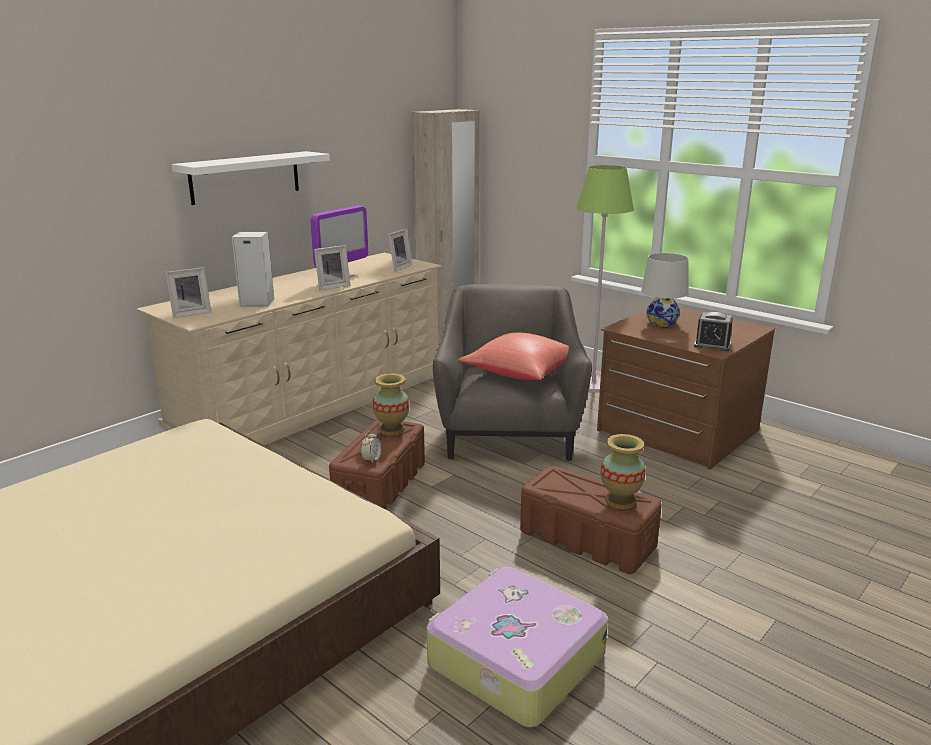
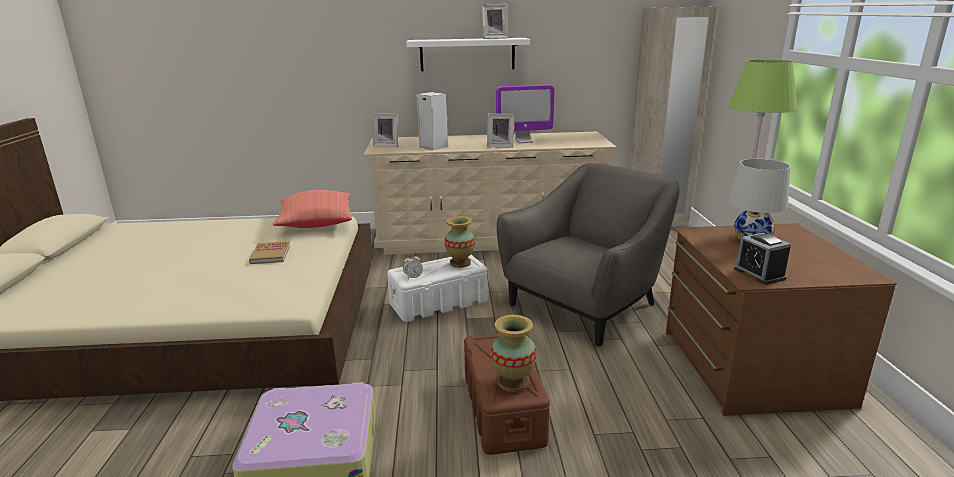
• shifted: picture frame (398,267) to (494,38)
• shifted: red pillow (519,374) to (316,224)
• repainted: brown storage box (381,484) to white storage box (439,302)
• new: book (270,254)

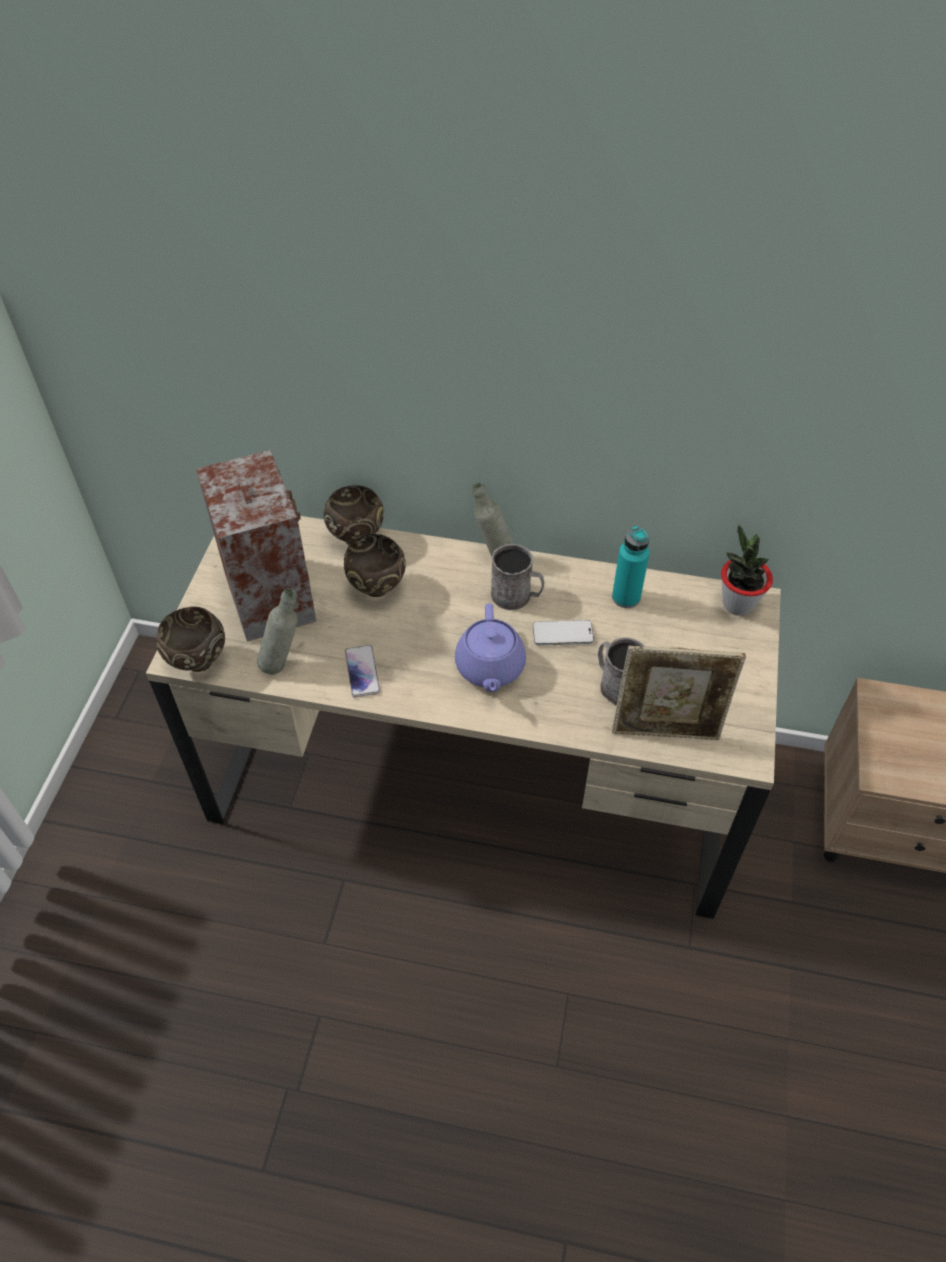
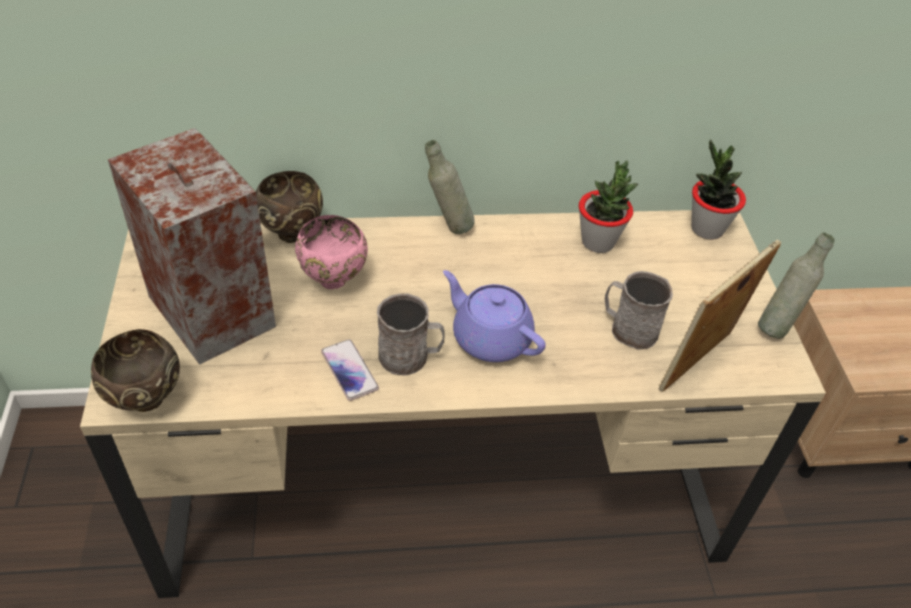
• swapped: turquoise bottle (626,597) to potted plant (598,242)
• repainted: brown bowl (377,590) to pink bowl (334,281)
• shifted: grey mug (516,596) to (410,357)
• shifted: grey bottle (284,663) to (777,326)
• rotated: purple teapot (490,668) = (490,338) 150 degrees clockwise
• gone: phone (562,634)
• rotated: picture frame (666,731) = (698,364) 150 degrees clockwise

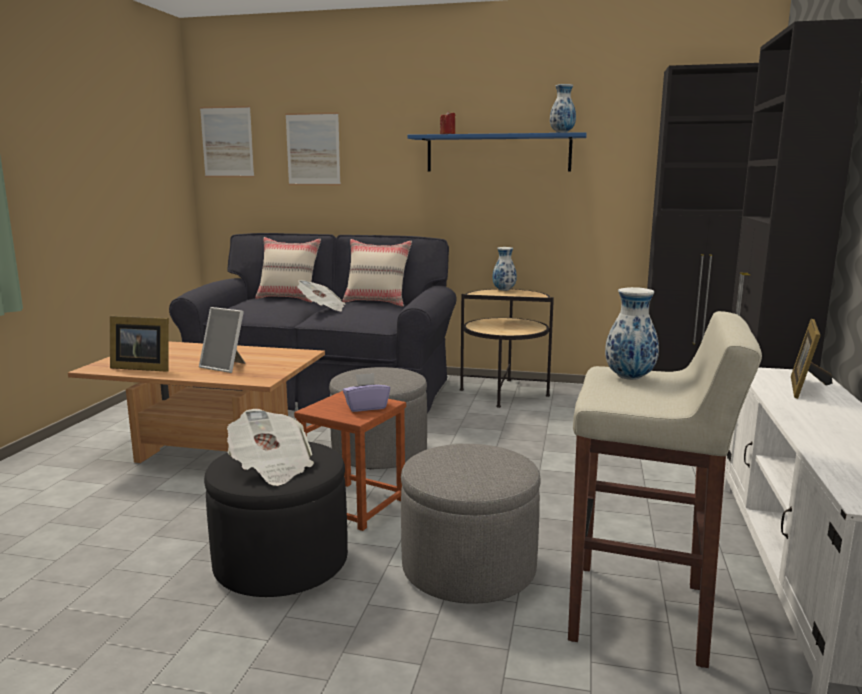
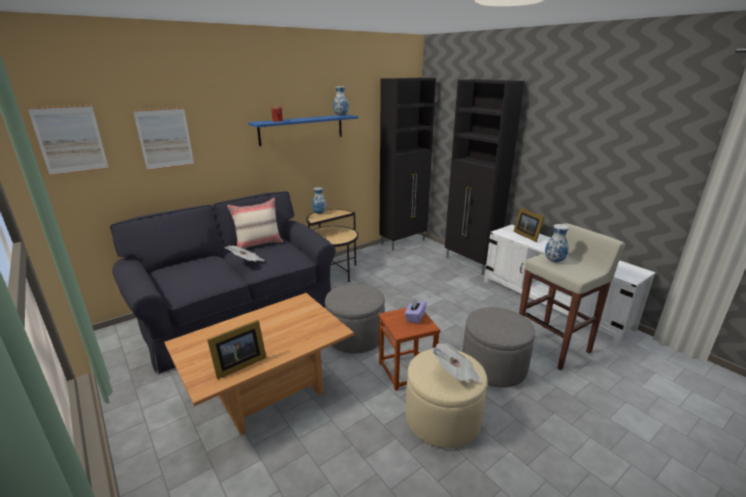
• gone: beige pillow (289,299)
• gone: picture frame (225,367)
• repainted: black ottoman (281,562) to beige ottoman (442,419)

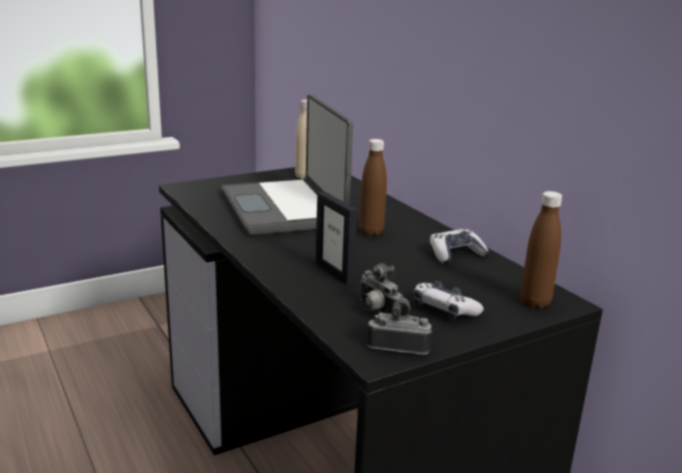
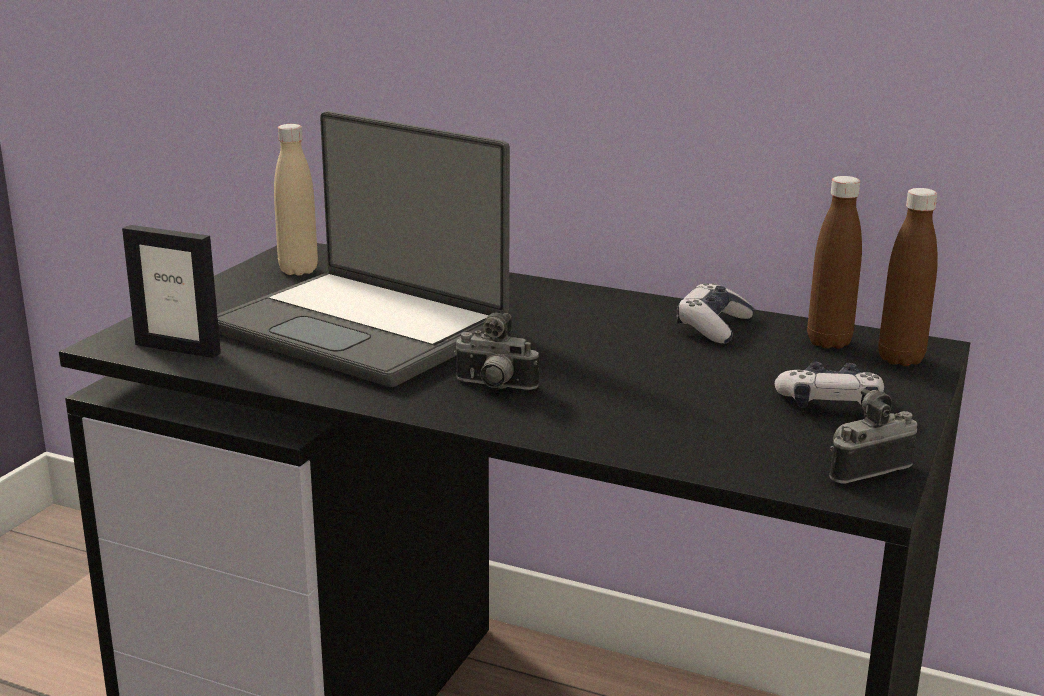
• shifted: brown bottle (371,232) to (829,342)
• shifted: picture frame (334,273) to (178,349)
• shifted: photo camera (375,310) to (494,387)

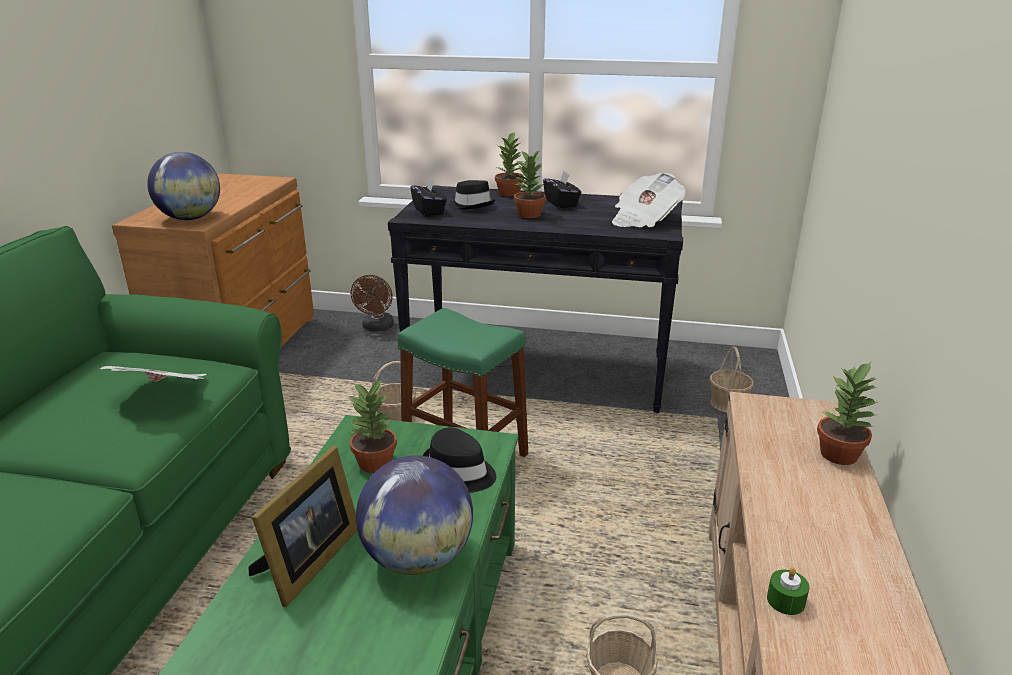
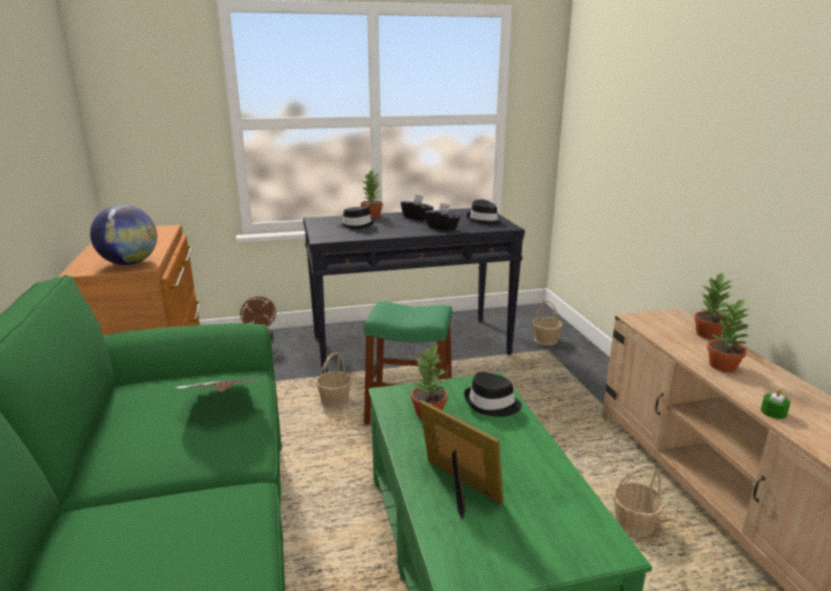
• shifted: potted plant (529,215) to (723,366)
• swapped: newspaper (644,220) to black hat (484,221)
• shifted: black tissue box (429,211) to (442,228)
• rotated: picture frame (307,563) = (458,488) 45 degrees counterclockwise
• gone: globe (418,558)

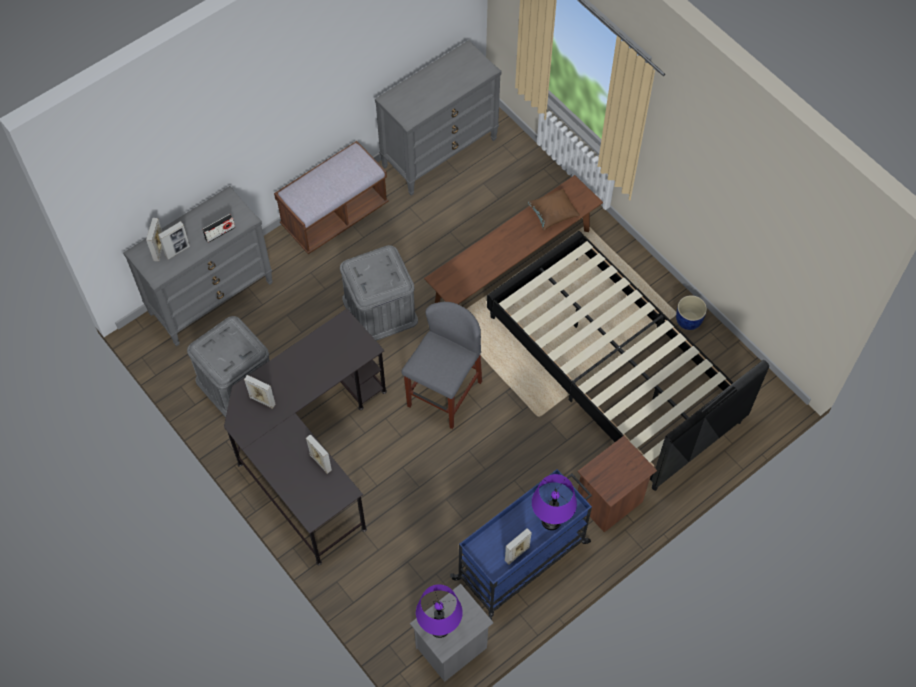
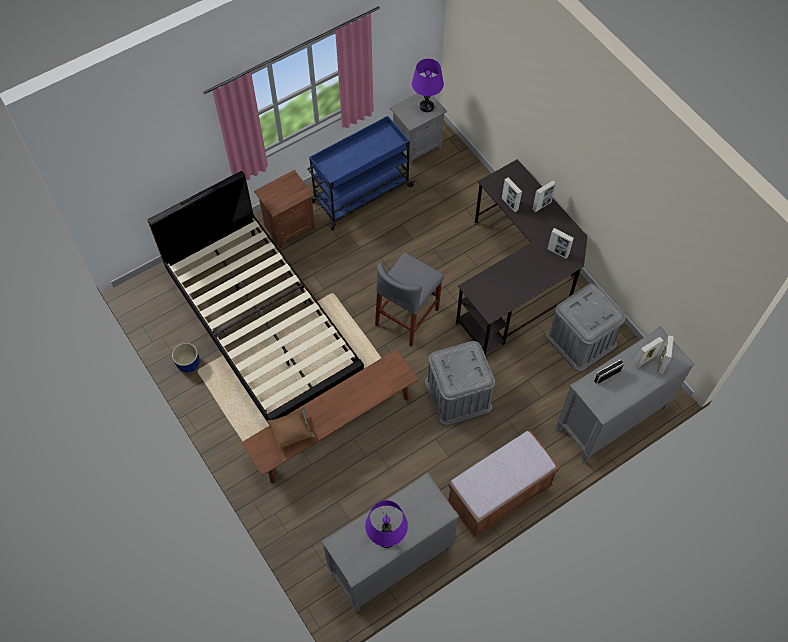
• shifted: purple table lamp (551,520) to (386,539)
• shifted: picture frame (517,554) to (541,205)

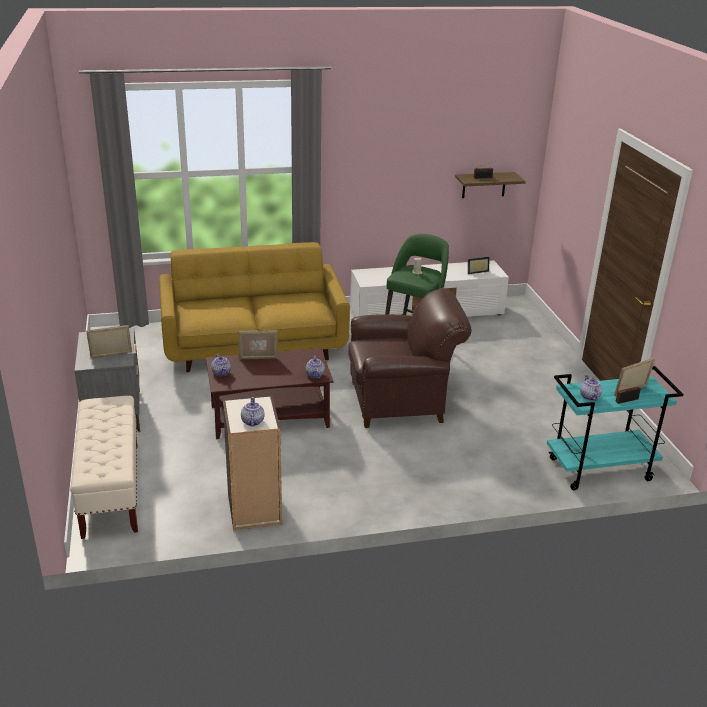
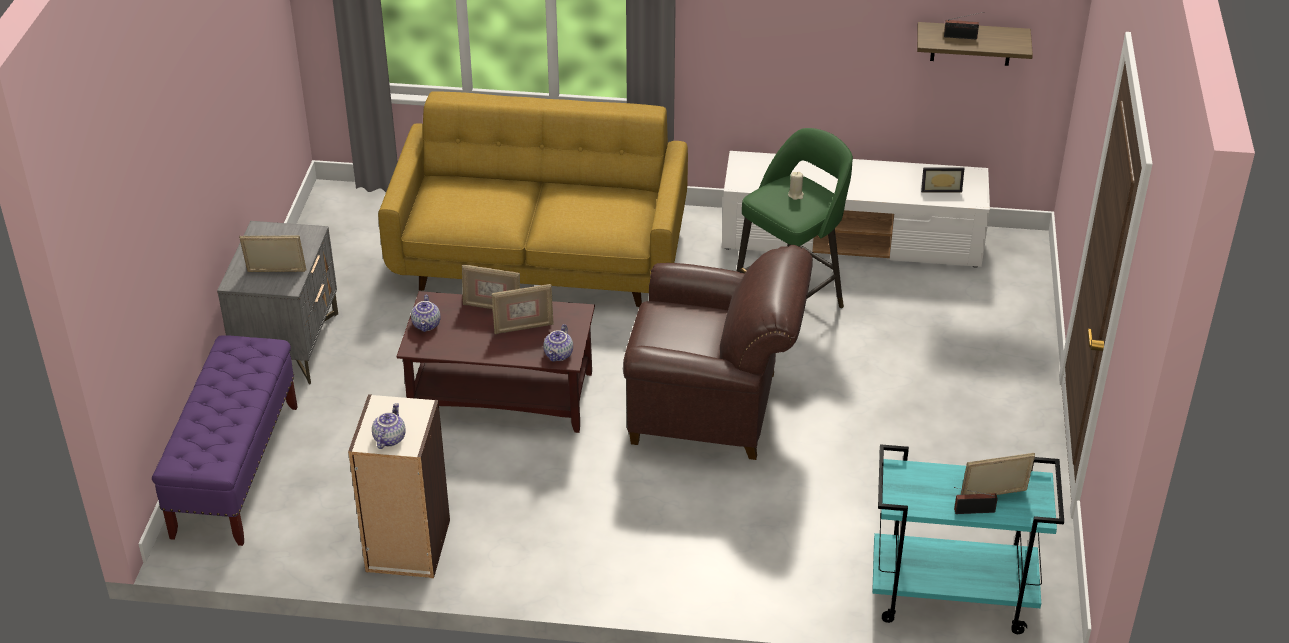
• gone: teapot (589,396)
• repainted: beige bench (111,489) to purple bench (236,470)
• new: picture frame (523,327)

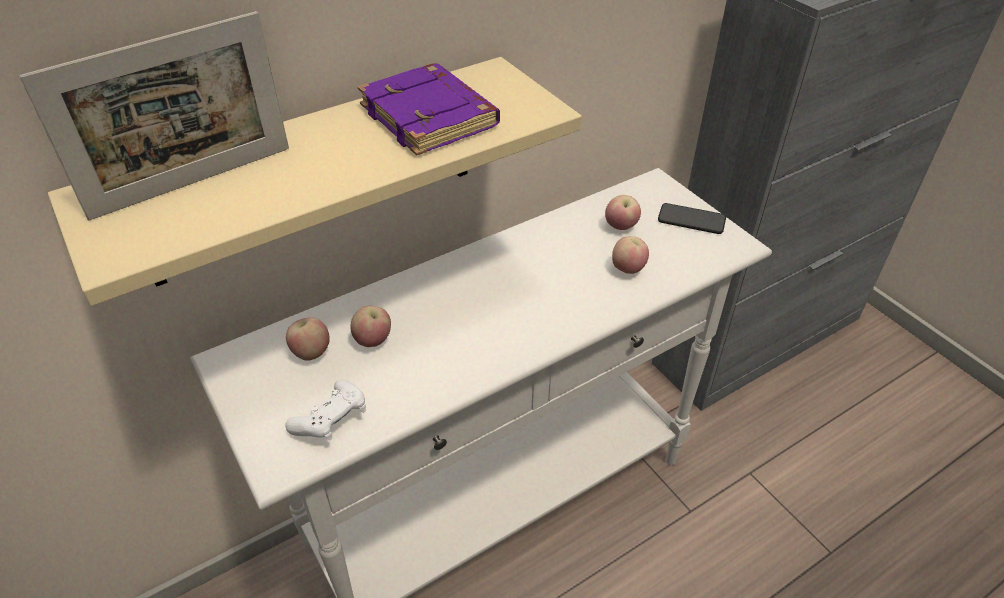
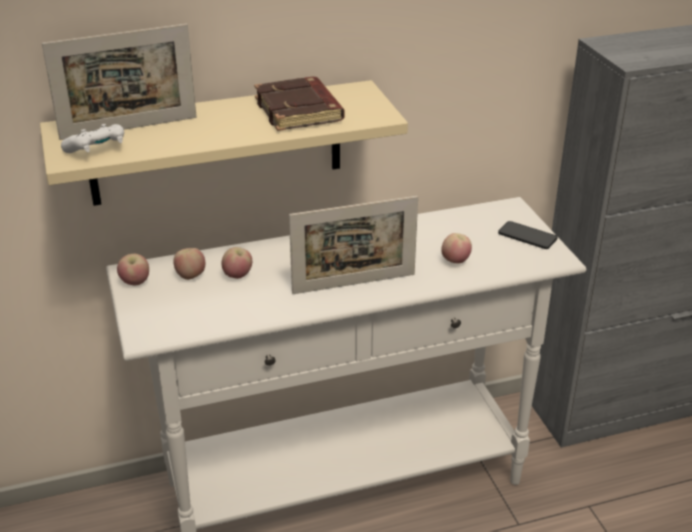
• repainted: purple book (431,117) to brown book (300,111)
• shifted: apple (620,227) to (135,283)
• shifted: white game controller (332,421) to (98,151)
• new: picture frame (354,284)

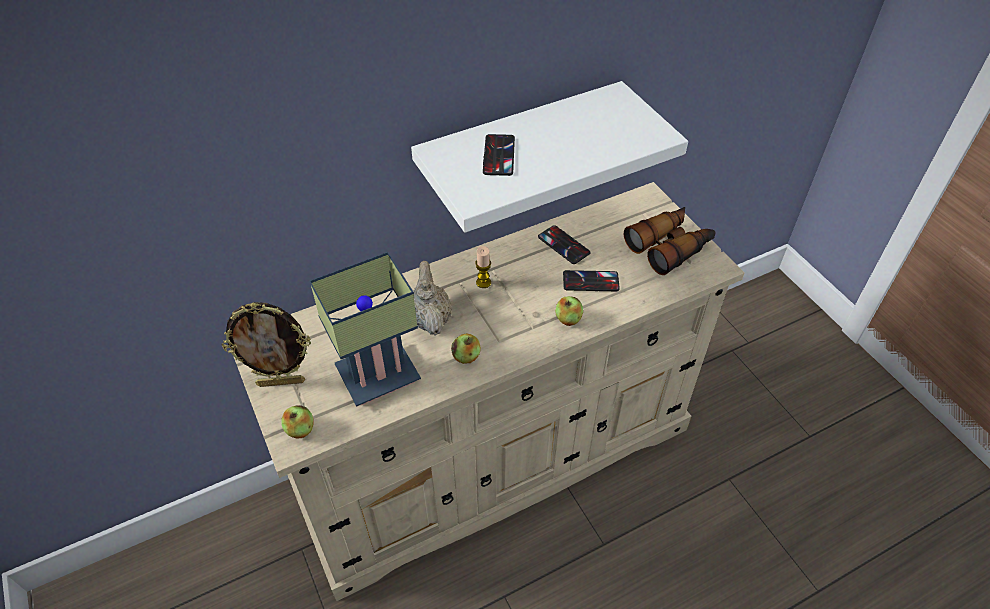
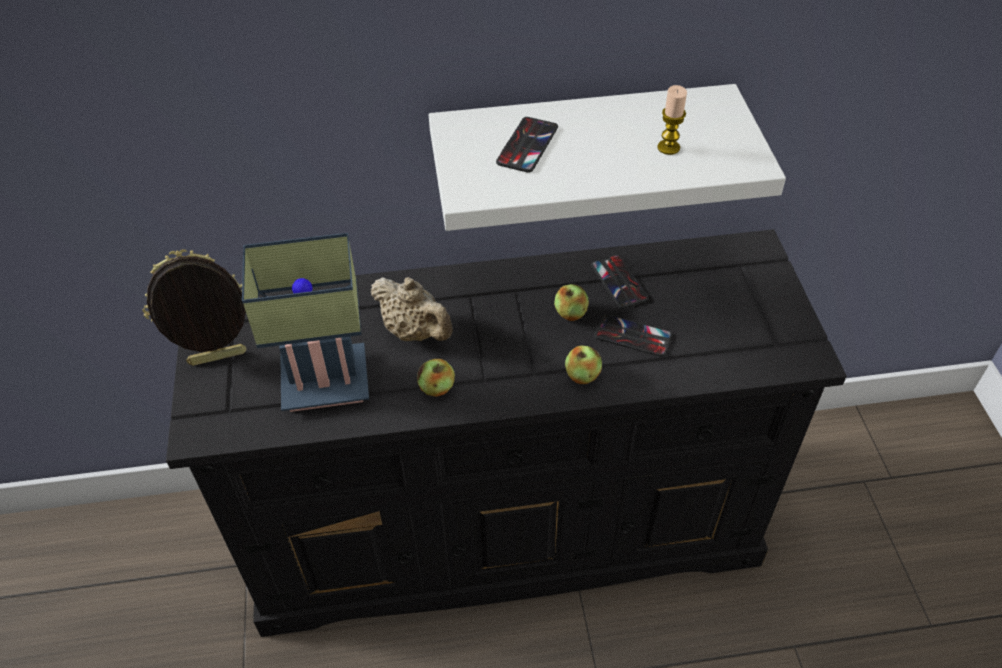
• repainted: beige dresser (496,456) to black dresser (507,526)
• gone: binoculars (670,246)
• shifted: candle (483,282) to (668,147)
• rotated: beige teapot (430,319) = (415,331) 120 degrees clockwise
• rotated: picture frame (281,382) = (217,360) 150 degrees clockwise
• shifted: apple (300,429) to (570,313)

